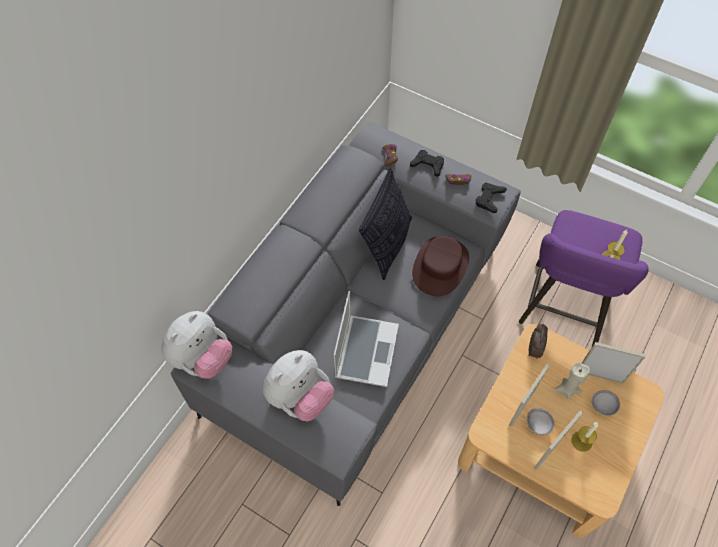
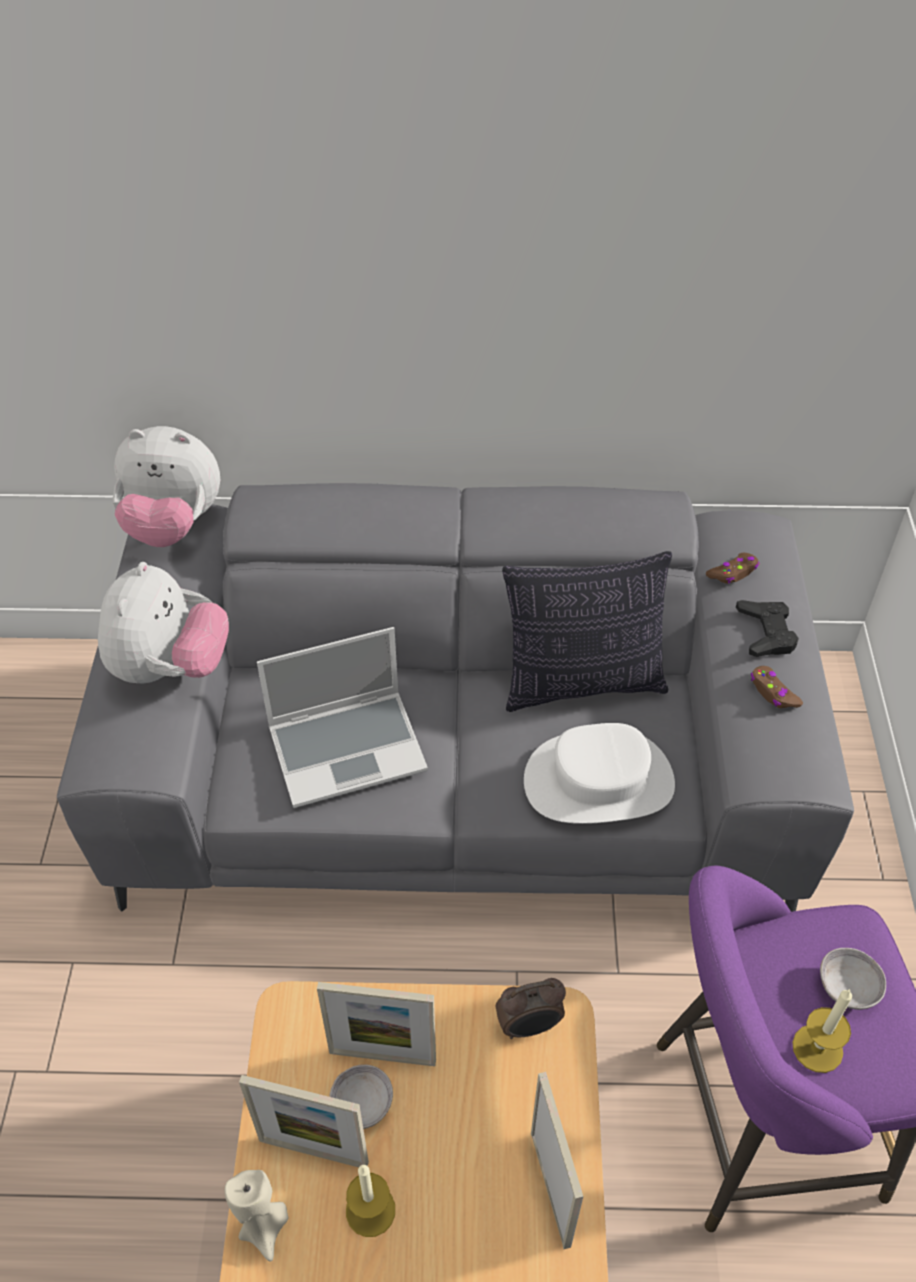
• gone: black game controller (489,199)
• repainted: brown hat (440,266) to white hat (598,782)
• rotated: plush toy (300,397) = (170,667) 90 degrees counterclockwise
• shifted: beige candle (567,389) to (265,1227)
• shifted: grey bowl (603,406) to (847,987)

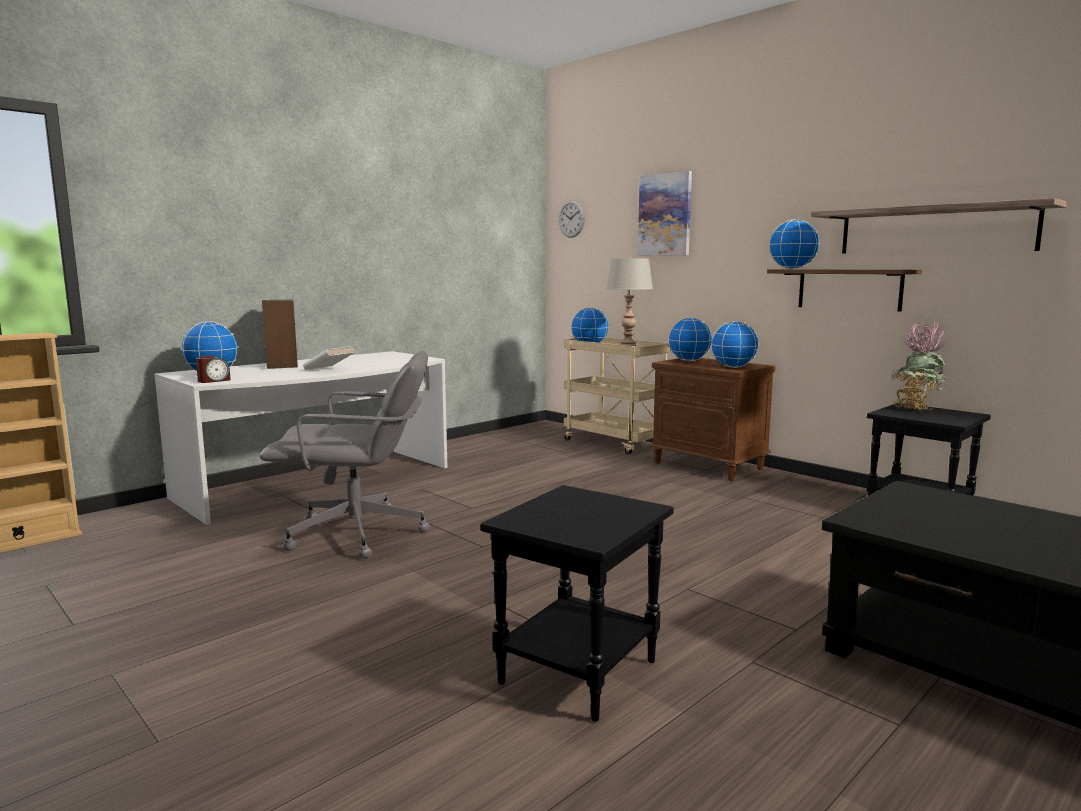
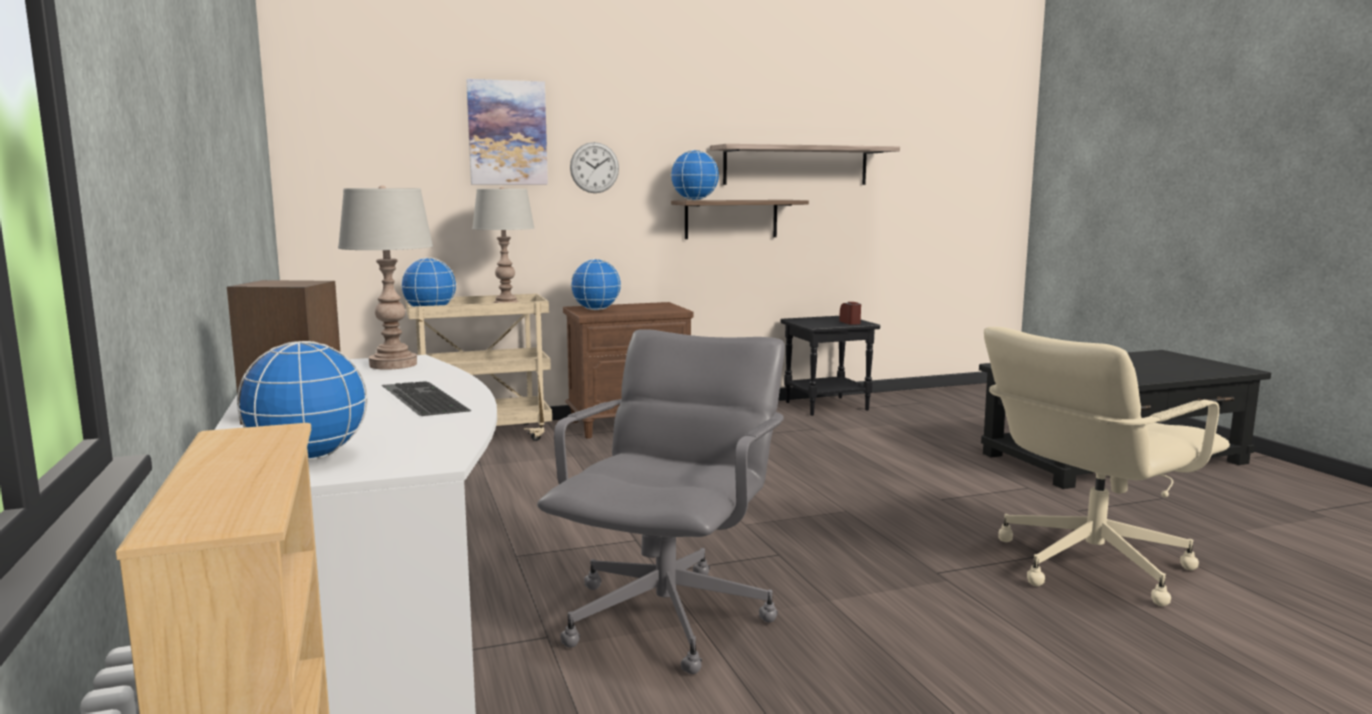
• shifted: wall clock (571,219) to (594,167)
• gone: globe (733,367)
• gone: potted plant (915,408)
• swapped: white book (329,369) to keyboard (420,399)
• shifted: alarm clock (213,381) to (850,322)
• swapped: black side table (577,670) to beige office chair (1089,565)
• new: grey table lamp (393,364)

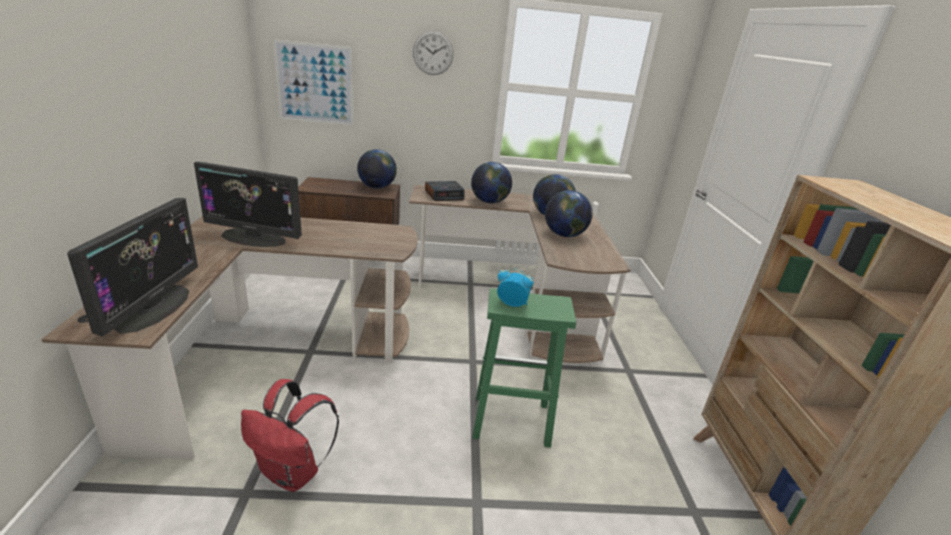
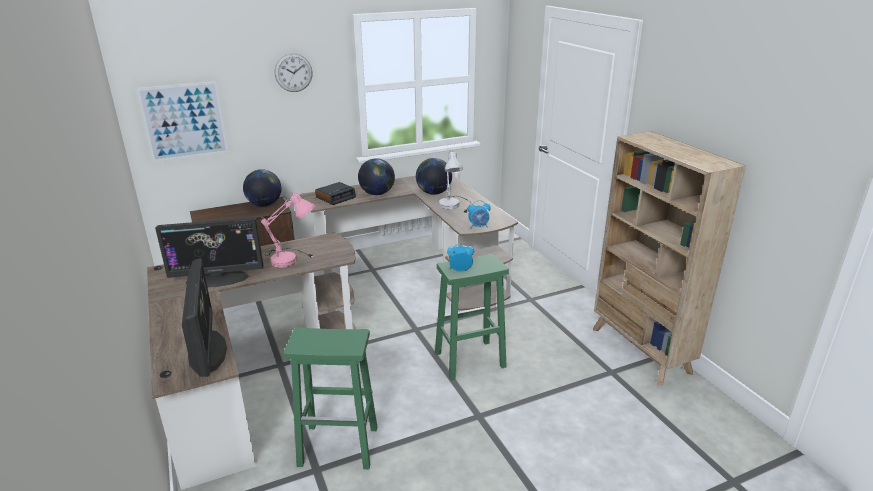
• swapped: globe (564,235) to white table lamp (455,207)
• swapped: red backpack (293,473) to green stool (340,446)
• new: pink table lamp (291,259)
• new: alarm clock (479,226)

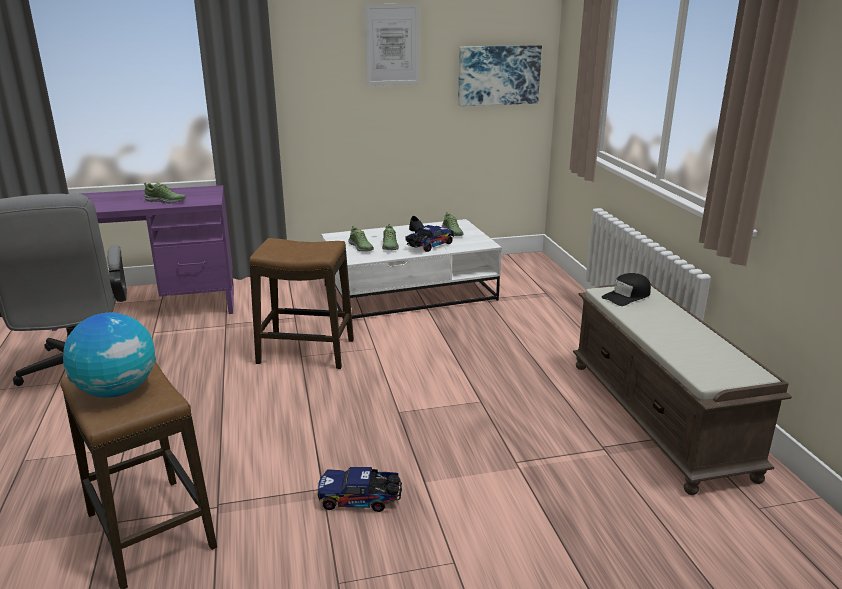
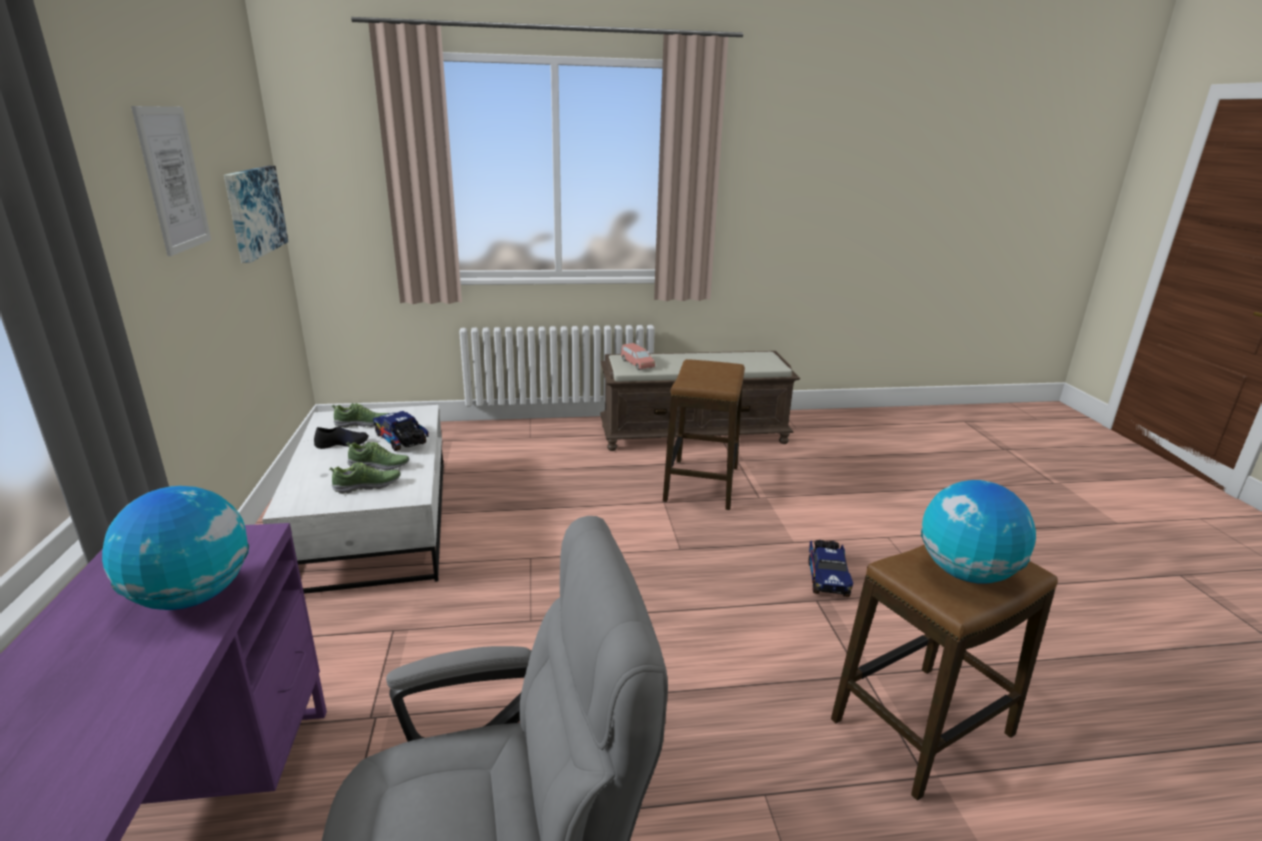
• swapped: shoe (166,201) to globe (192,596)
• shifted: stool (306,352) to (701,484)
• swapped: black cap (627,296) to pink toy car (637,364)

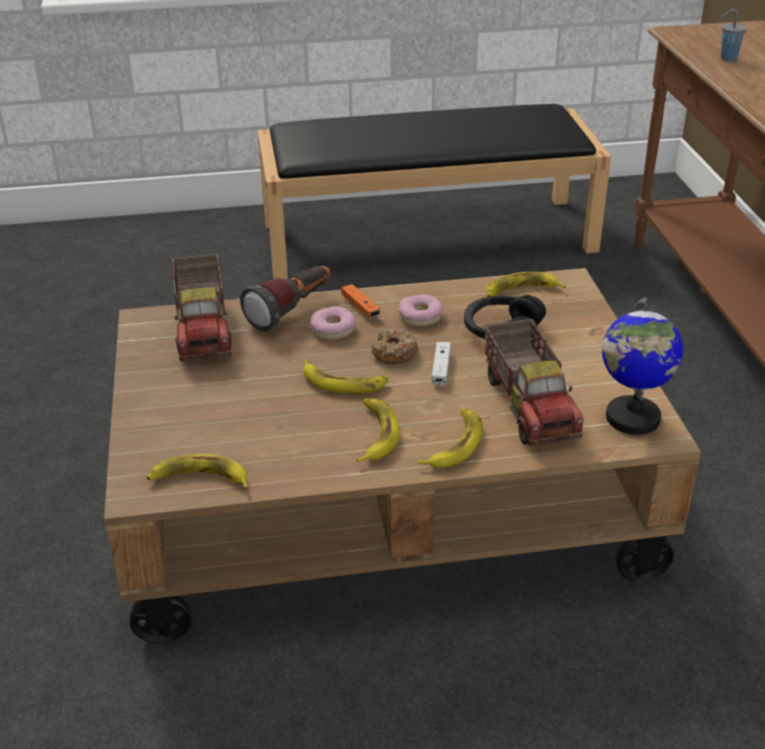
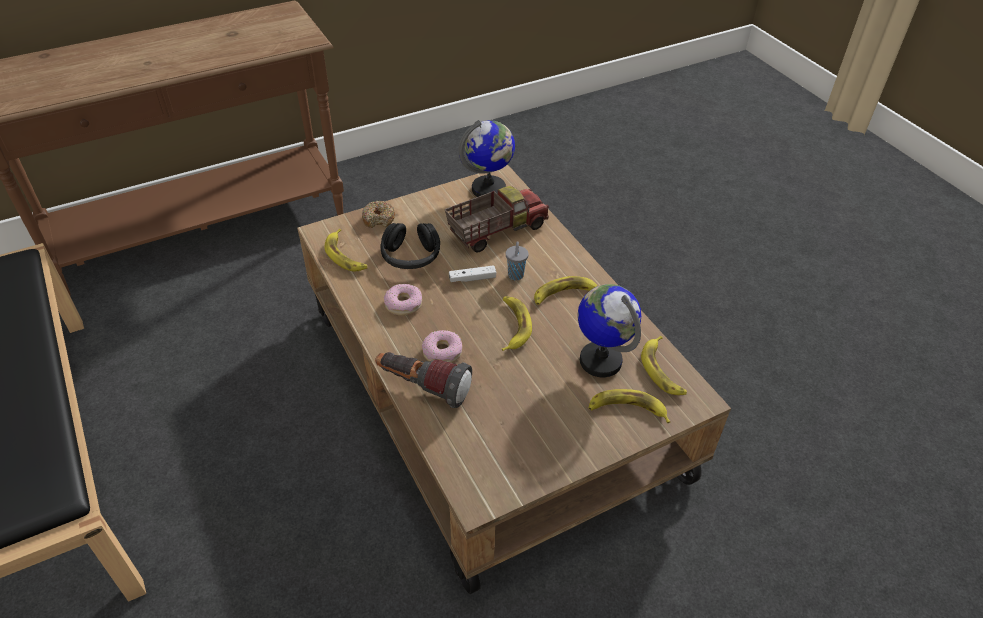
• shifted: grey cup (727,58) to (515,276)
• gone: toy truck (204,330)
• gone: orange game controller (360,307)
• shifted: donut (394,353) to (379,219)
• shifted: banana (454,444) to (627,409)
• new: globe (600,360)

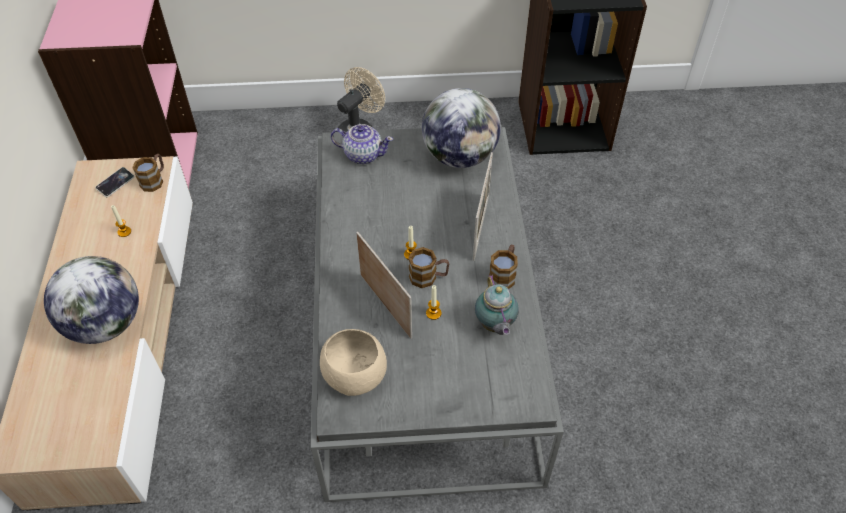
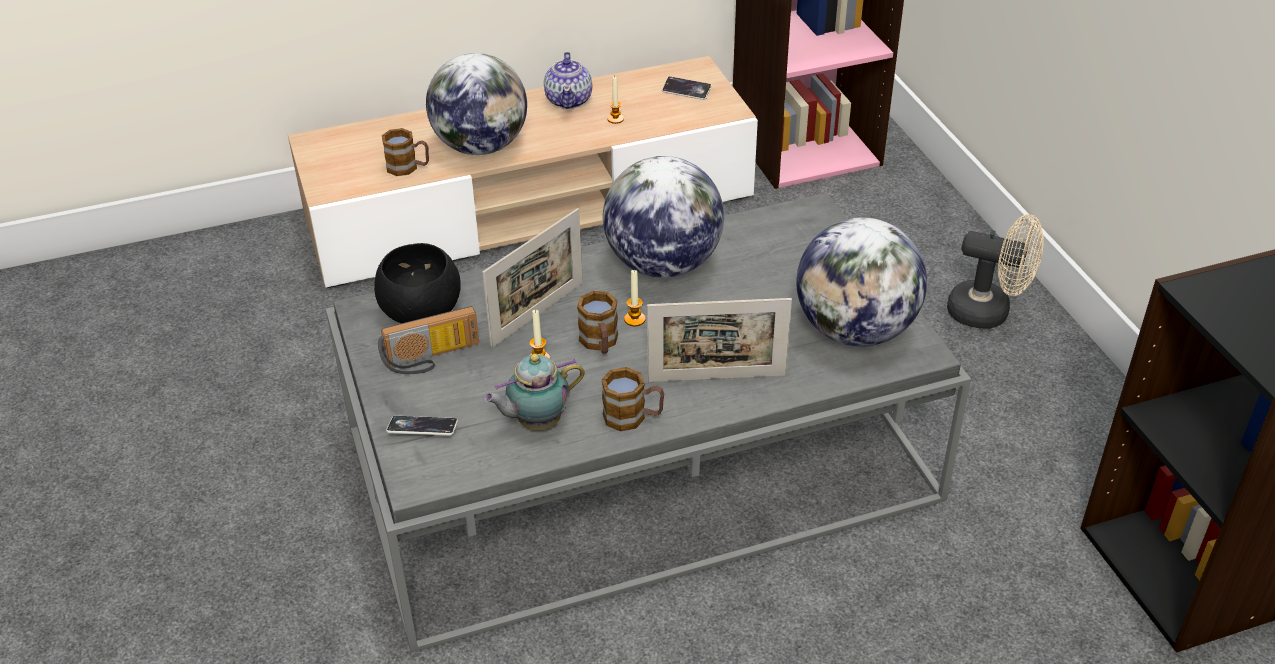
• shifted: teapot (362,154) to (569,100)
• shifted: mug (154,180) to (408,167)
• repainted: beige bowl (355,376) to black bowl (420,312)
• new: globe (662,264)
• new: radio (432,358)
• new: phone (422,429)

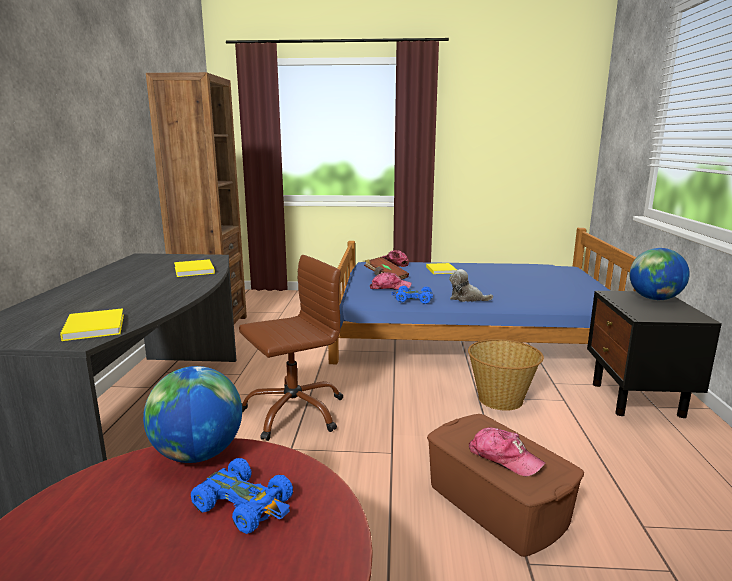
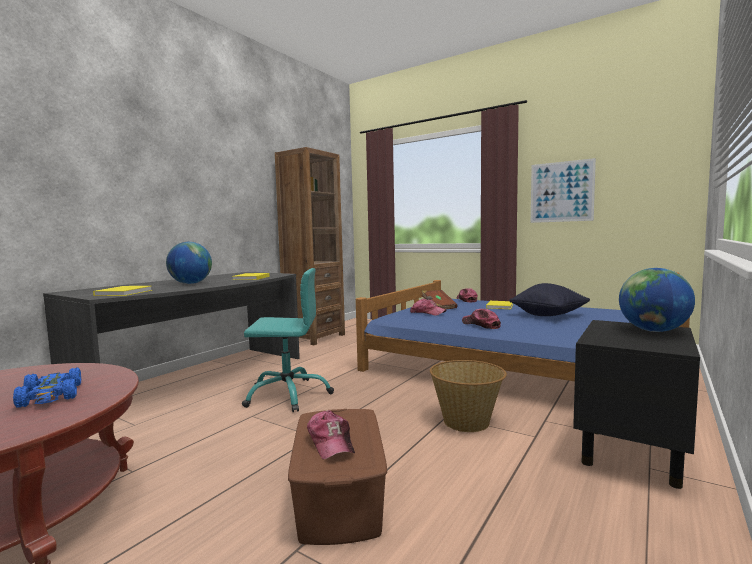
• repainted: brown office chair (293,412) to turquoise office chair (288,395)
• swapped: plush toy (467,298) to cap (481,325)
• gone: blue toy car (413,299)
• shifted: globe (198,454) to (190,283)
• new: picture (561,192)
• new: black pillow (548,316)

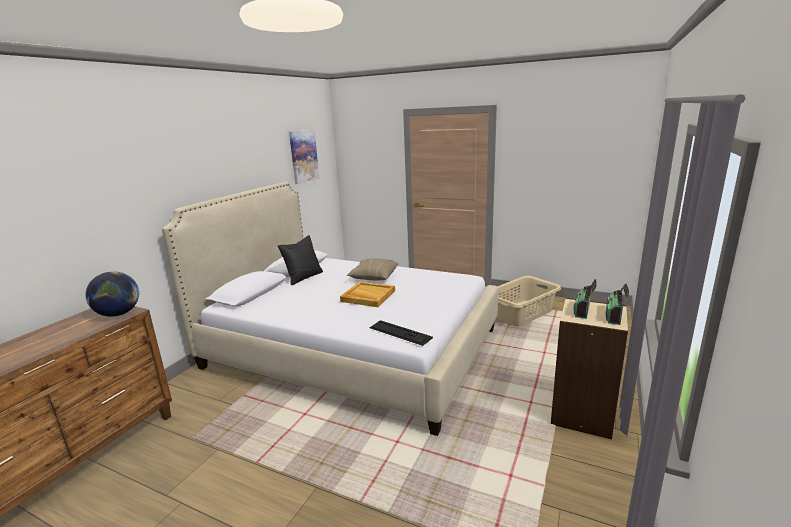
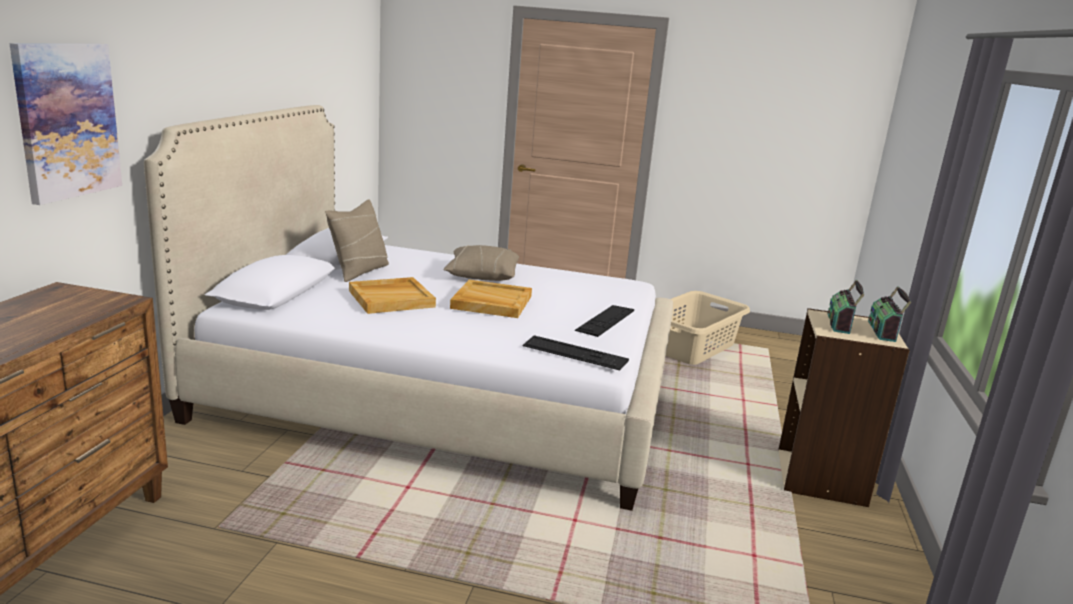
• shifted: picture (303,156) to (67,121)
• repainted: black pillow (303,277) to beige pillow (359,271)
• gone: globe (118,314)
• new: beige tray (392,298)
• new: keyboard (605,320)

